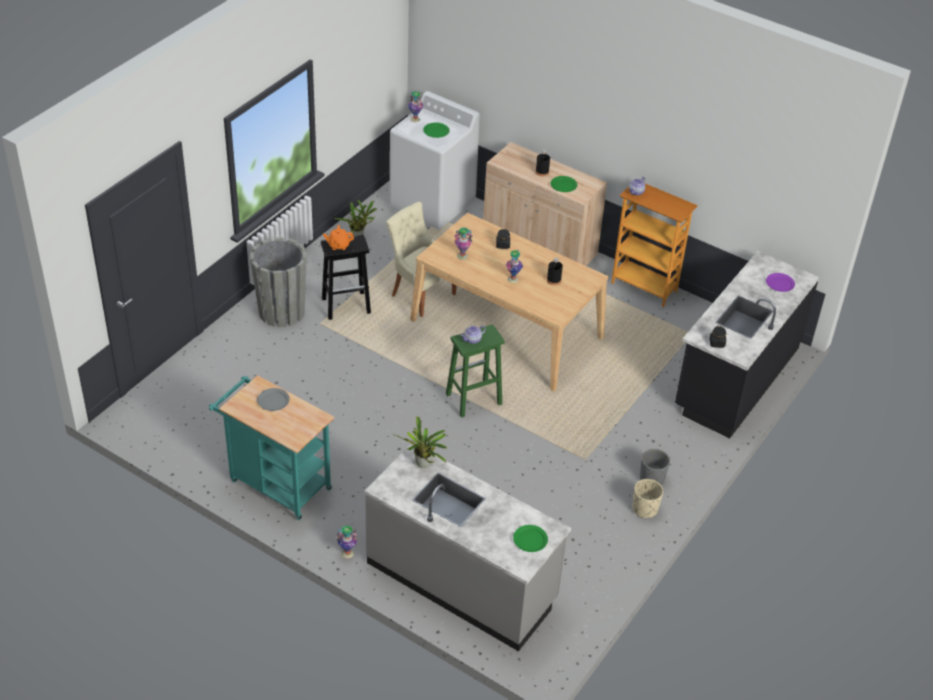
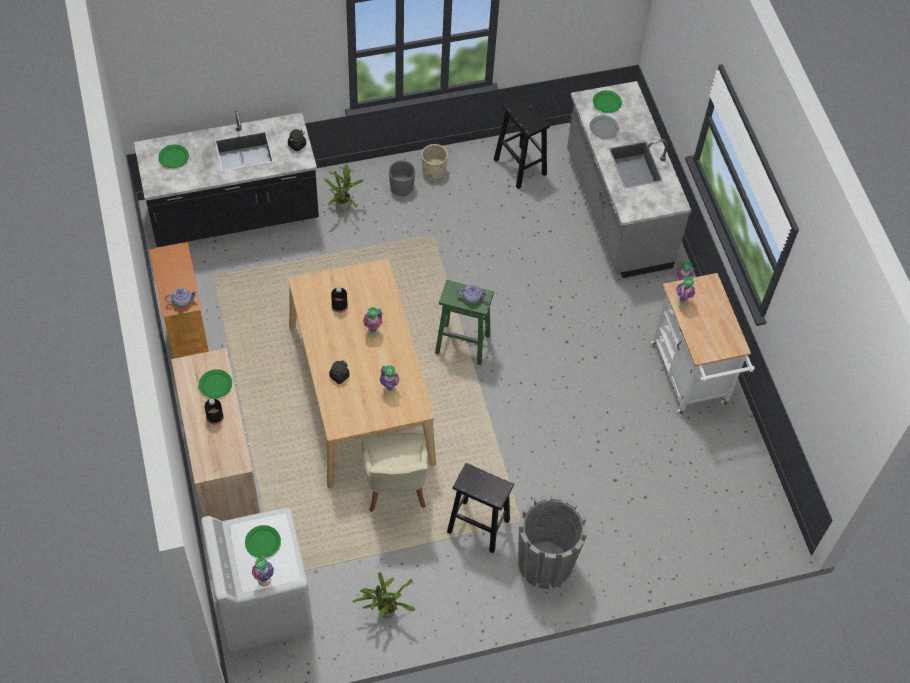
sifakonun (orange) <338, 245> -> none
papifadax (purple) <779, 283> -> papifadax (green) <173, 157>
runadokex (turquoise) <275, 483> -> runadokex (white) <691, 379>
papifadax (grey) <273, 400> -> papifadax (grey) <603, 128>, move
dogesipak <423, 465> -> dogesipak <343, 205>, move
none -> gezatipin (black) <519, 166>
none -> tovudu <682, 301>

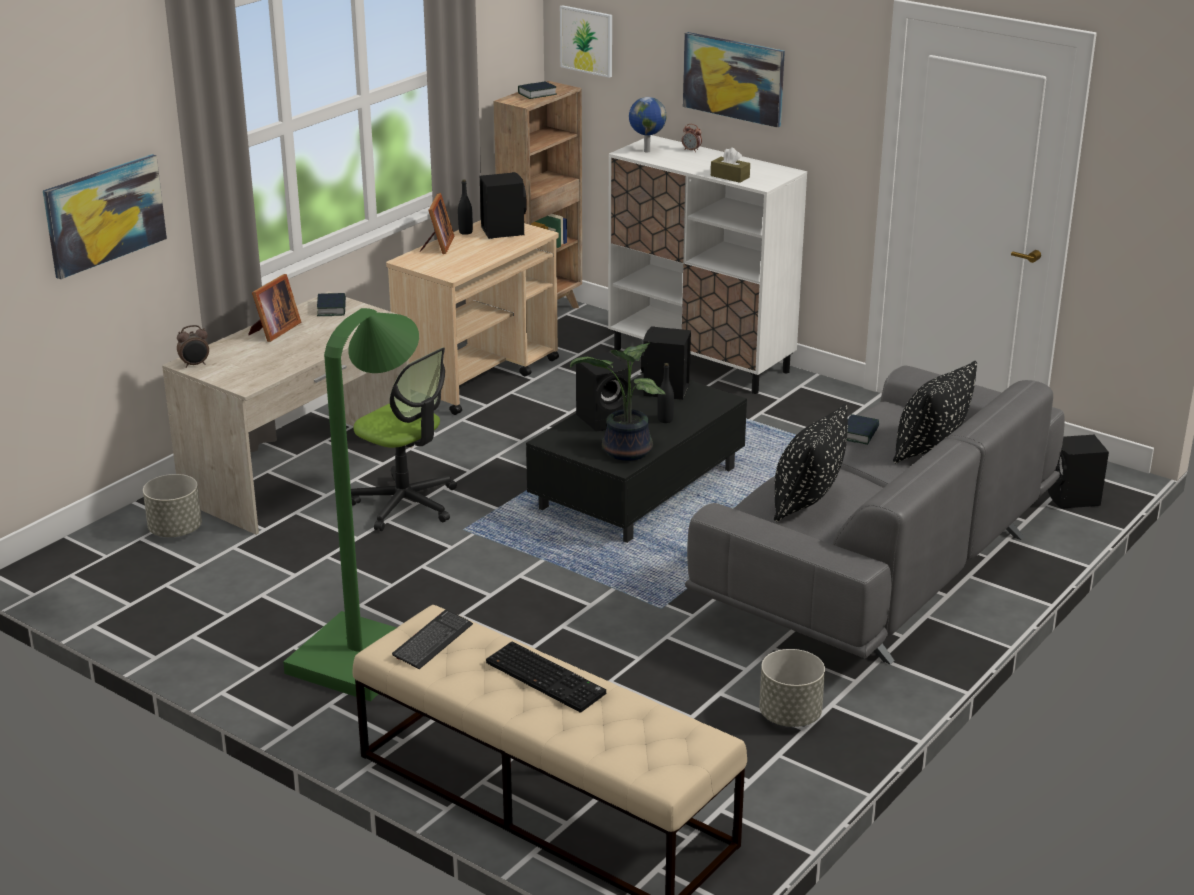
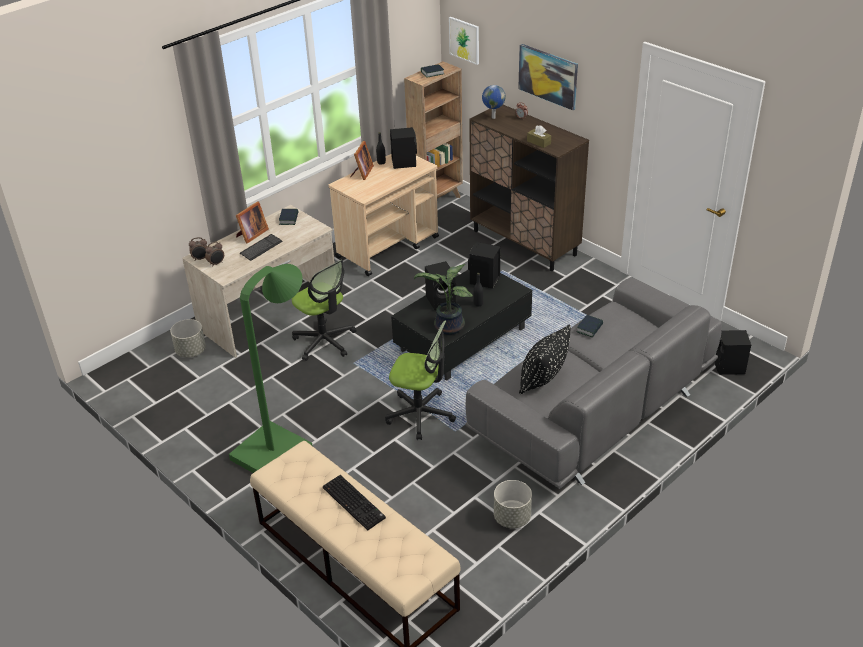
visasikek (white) <701, 360> -> visasikek (brown) <524, 243>
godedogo <104, 215> -> none
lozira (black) <929, 450> -> none
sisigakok <432, 641> -> sisigakok <261, 248>, move
none -> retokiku <216, 263>
none -> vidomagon <420, 414>

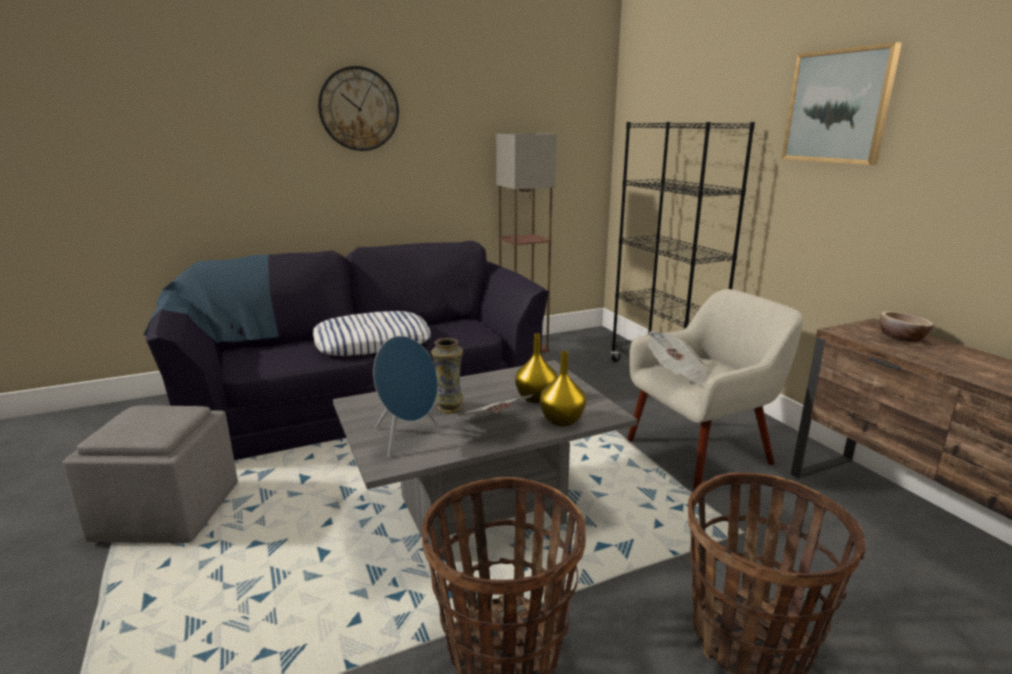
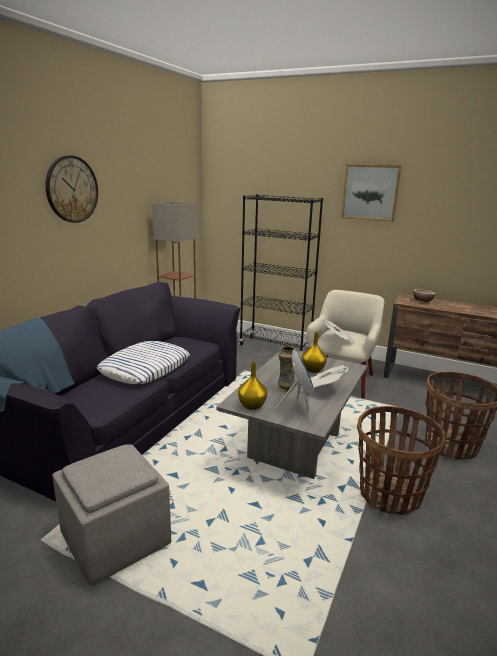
tovudu (yellow) <563, 420> -> tovudu (yellow) <252, 405>, move

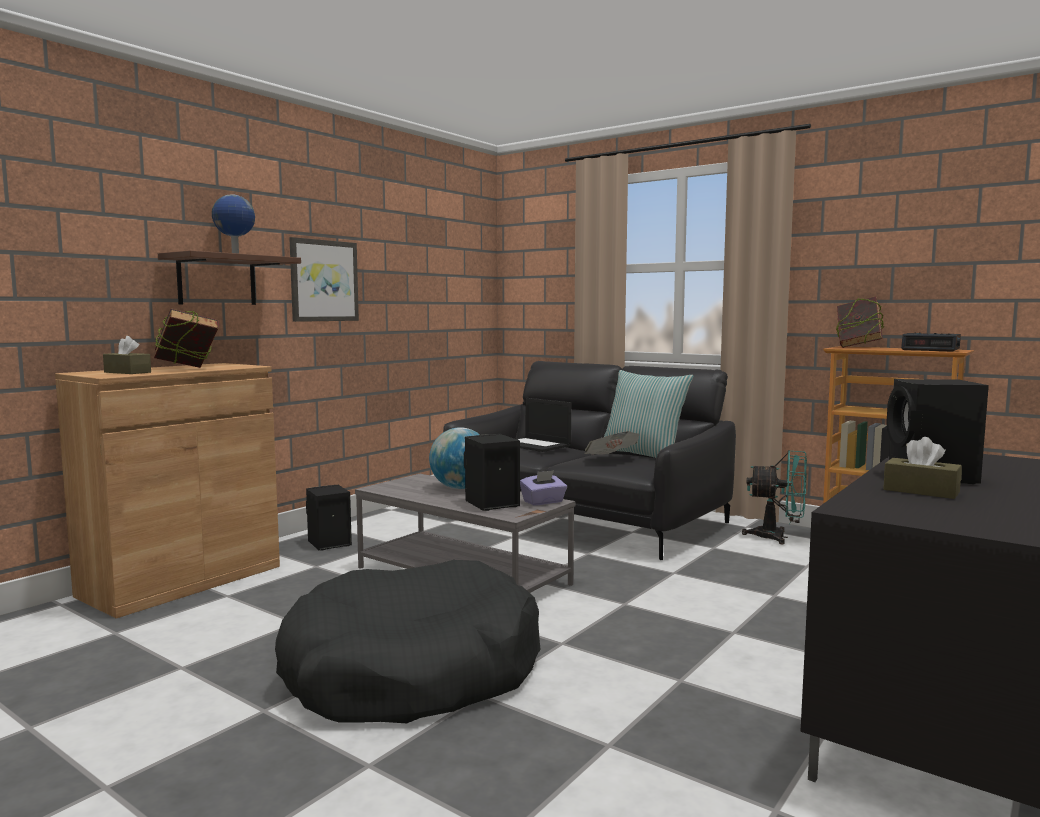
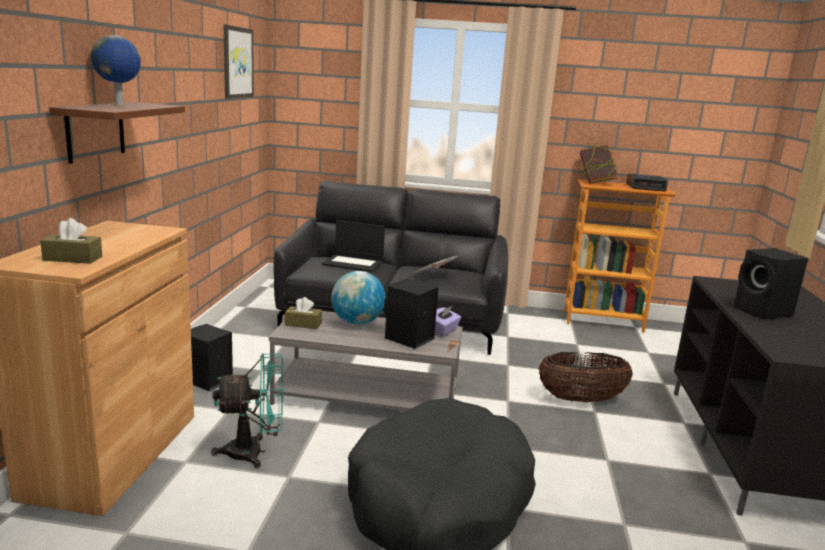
godedogo <323, 281> -> godedogo <237, 62>, move
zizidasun <187, 369> -> none
lozira <643, 454> -> none
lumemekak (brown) <921, 491> -> lumemekak (brown) <303, 324>, move
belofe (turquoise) <778, 537> -> belofe (turquoise) <254, 452>, move
none -> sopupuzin <580, 400>

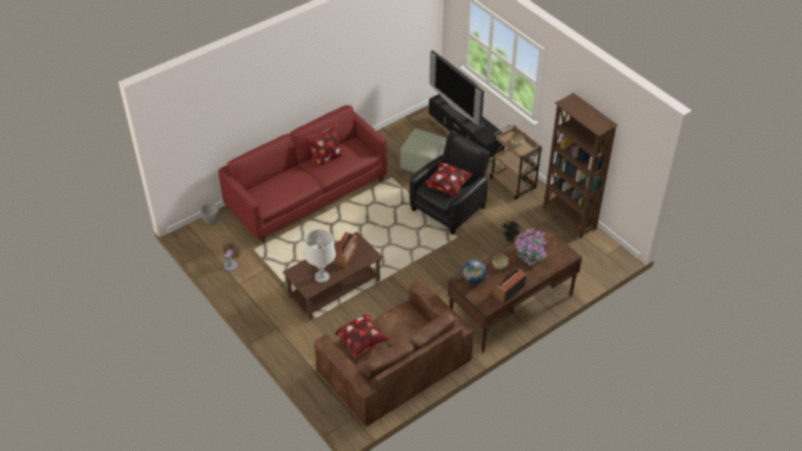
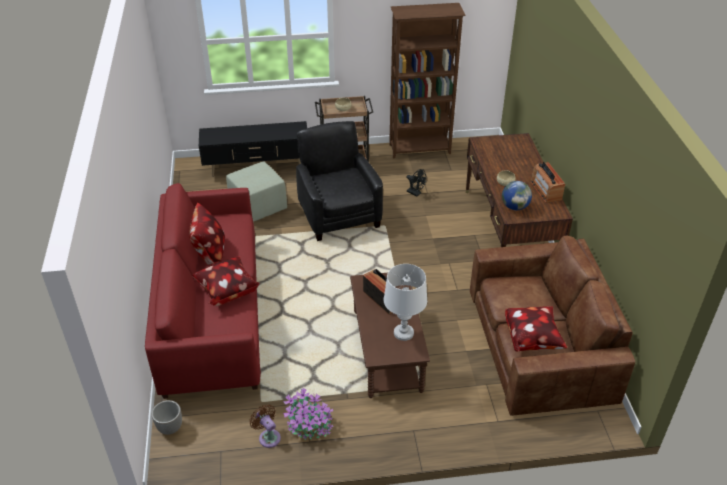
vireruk <460, 113> -> none
lozira <448, 185> -> lozira <226, 291>, move
dogesipak <530, 255> -> dogesipak <308, 426>, move

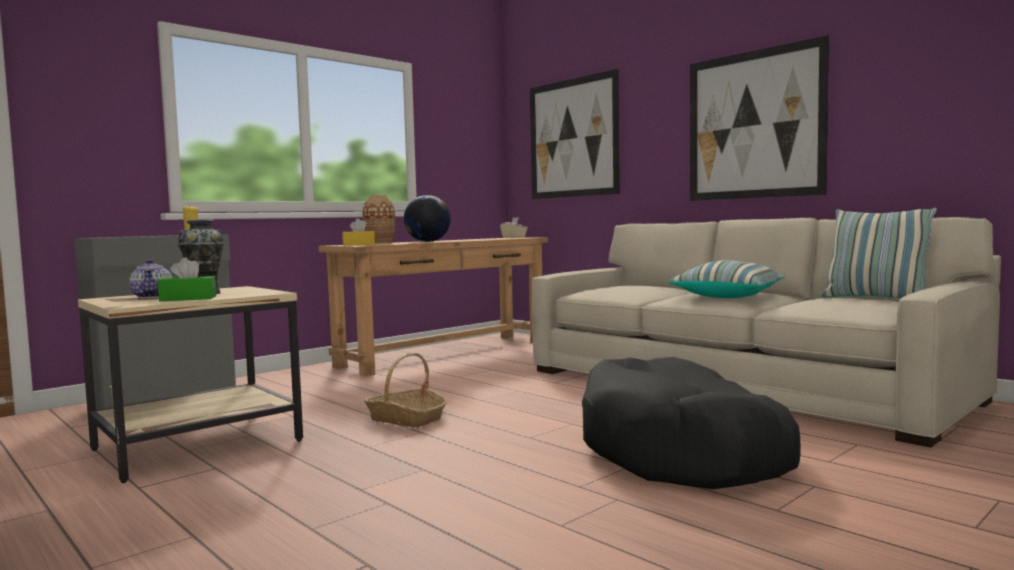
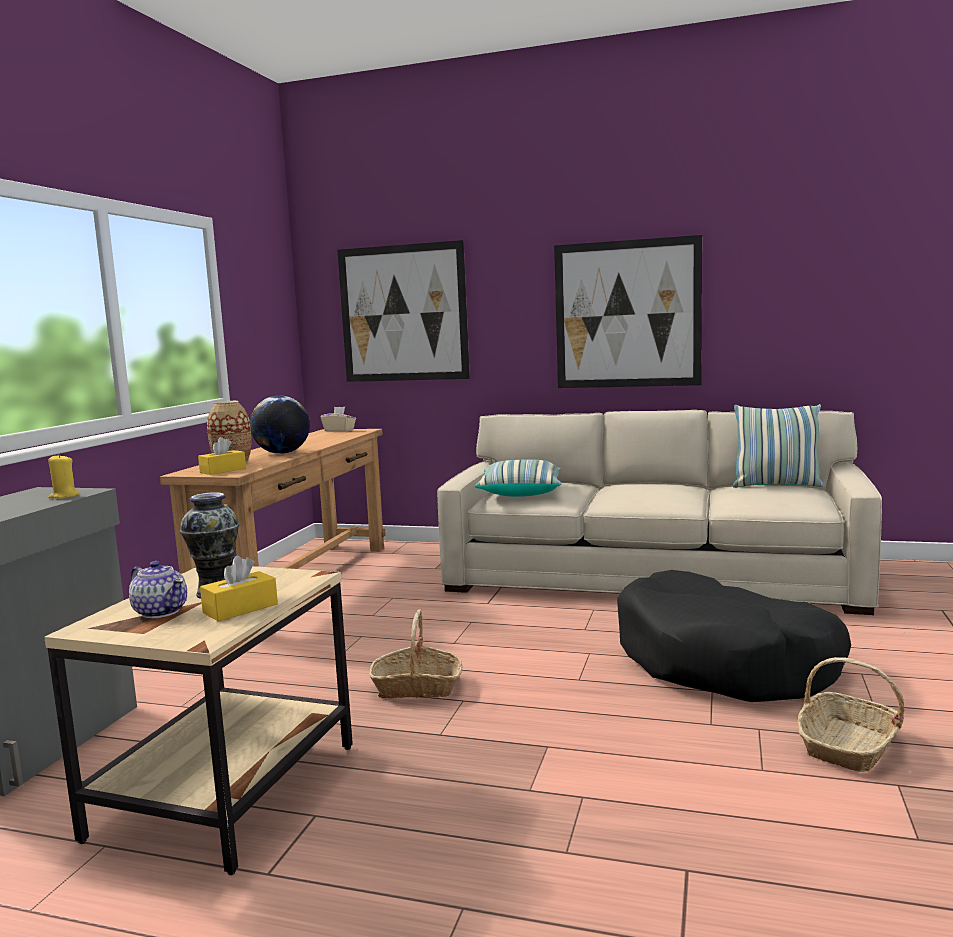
lumemekak (green) <188, 299> -> lumemekak (yellow) <240, 609>
lozira <727, 296> -> lozira <520, 492>, move
none -> sopupuzin <848, 746>

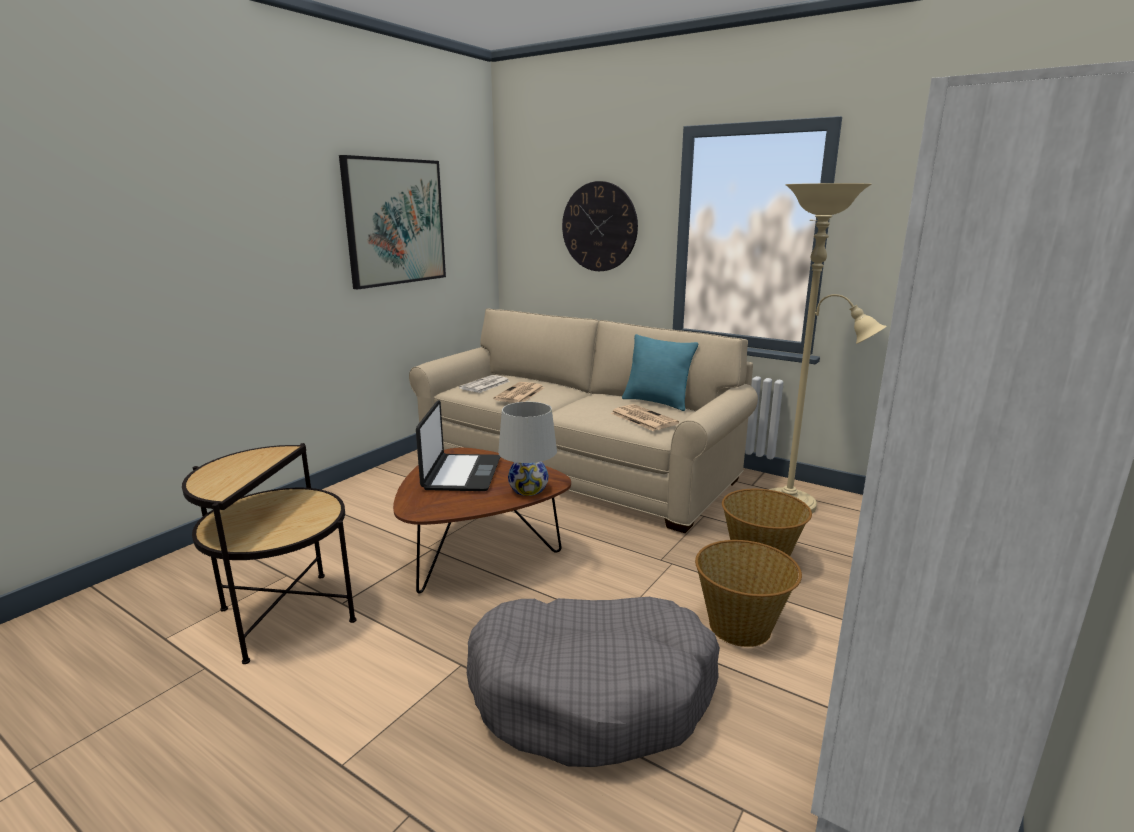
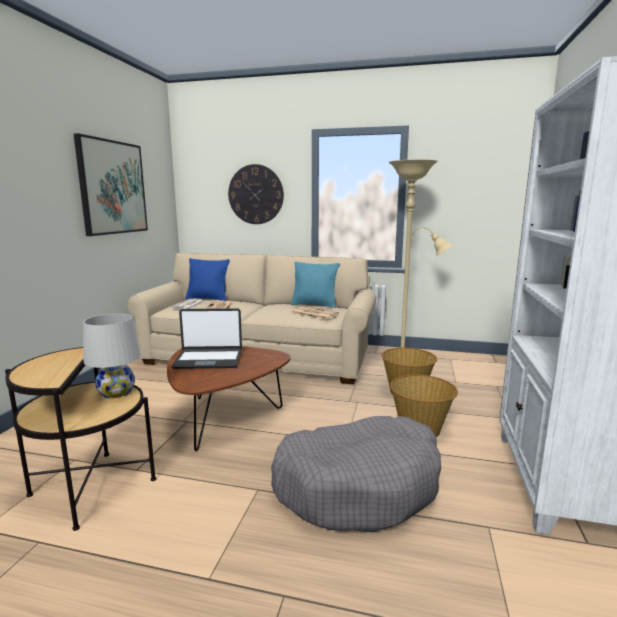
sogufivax <461, 474> -> sogufivax <208, 360>, 105 degrees clockwise
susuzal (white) <528, 489> -> susuzal (white) <116, 392>, move
none -> lozira (blue) <208, 299>

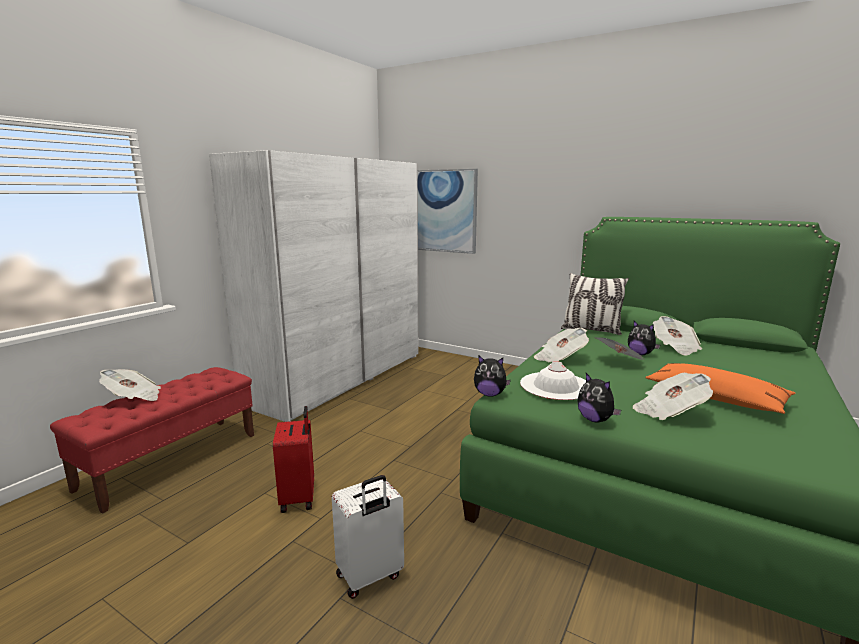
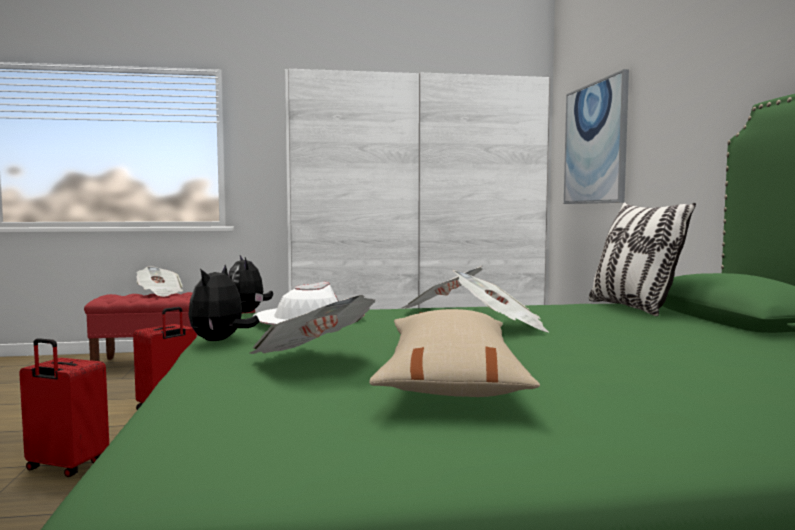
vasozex <675, 348> -> none
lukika <640, 354> -> none
lozira (orange) <715, 398> -> lozira (beige) <450, 377>
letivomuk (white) <370, 577> -> letivomuk (red) <65, 467>

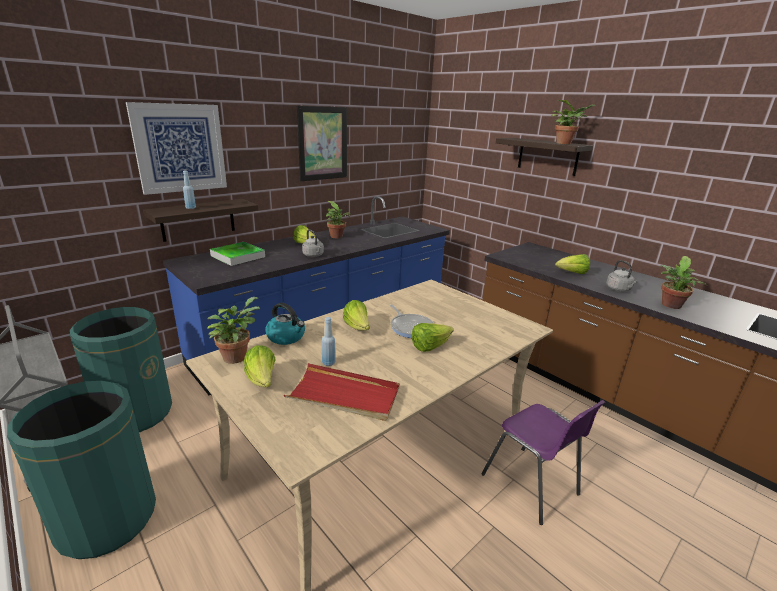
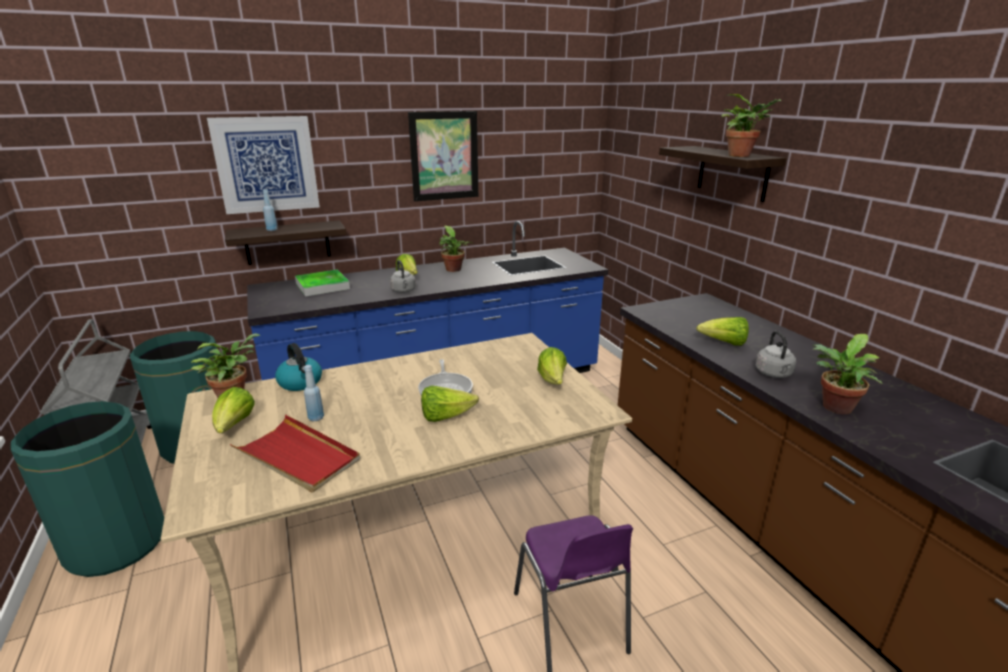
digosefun <357, 327> -> digosefun <552, 381>, move

